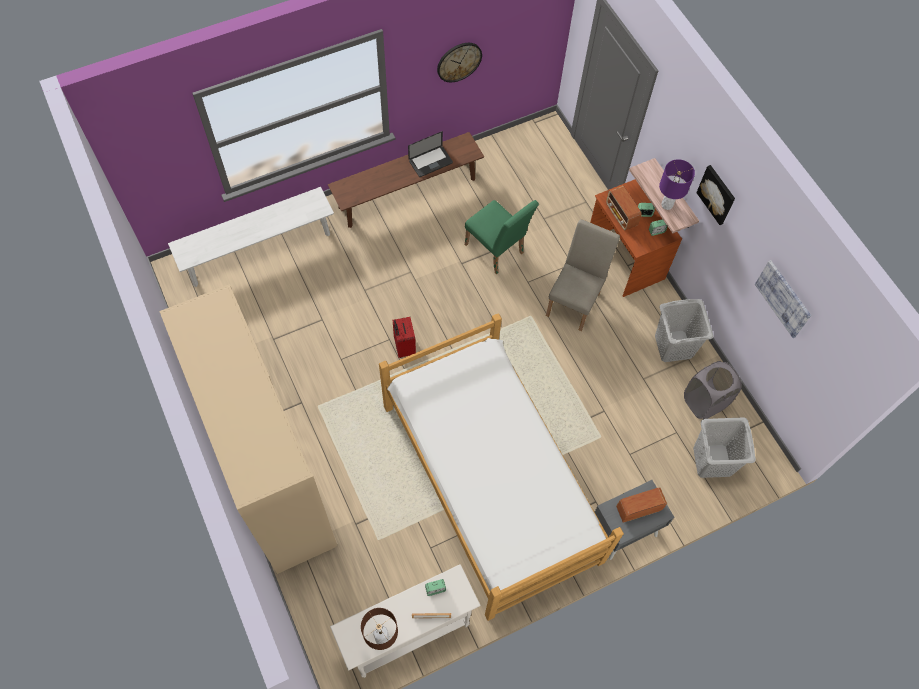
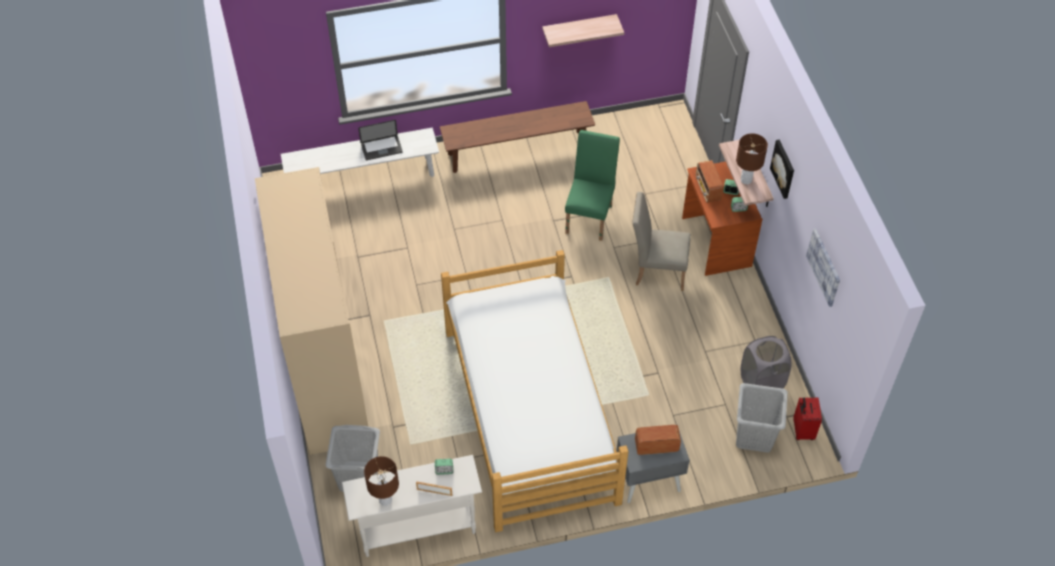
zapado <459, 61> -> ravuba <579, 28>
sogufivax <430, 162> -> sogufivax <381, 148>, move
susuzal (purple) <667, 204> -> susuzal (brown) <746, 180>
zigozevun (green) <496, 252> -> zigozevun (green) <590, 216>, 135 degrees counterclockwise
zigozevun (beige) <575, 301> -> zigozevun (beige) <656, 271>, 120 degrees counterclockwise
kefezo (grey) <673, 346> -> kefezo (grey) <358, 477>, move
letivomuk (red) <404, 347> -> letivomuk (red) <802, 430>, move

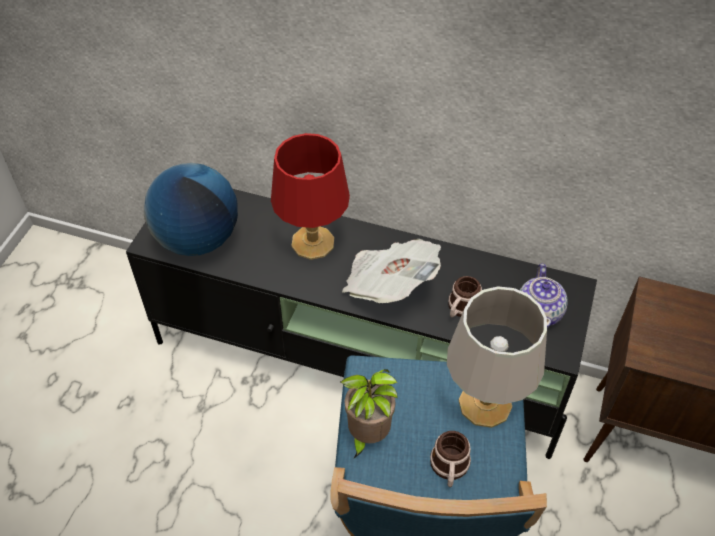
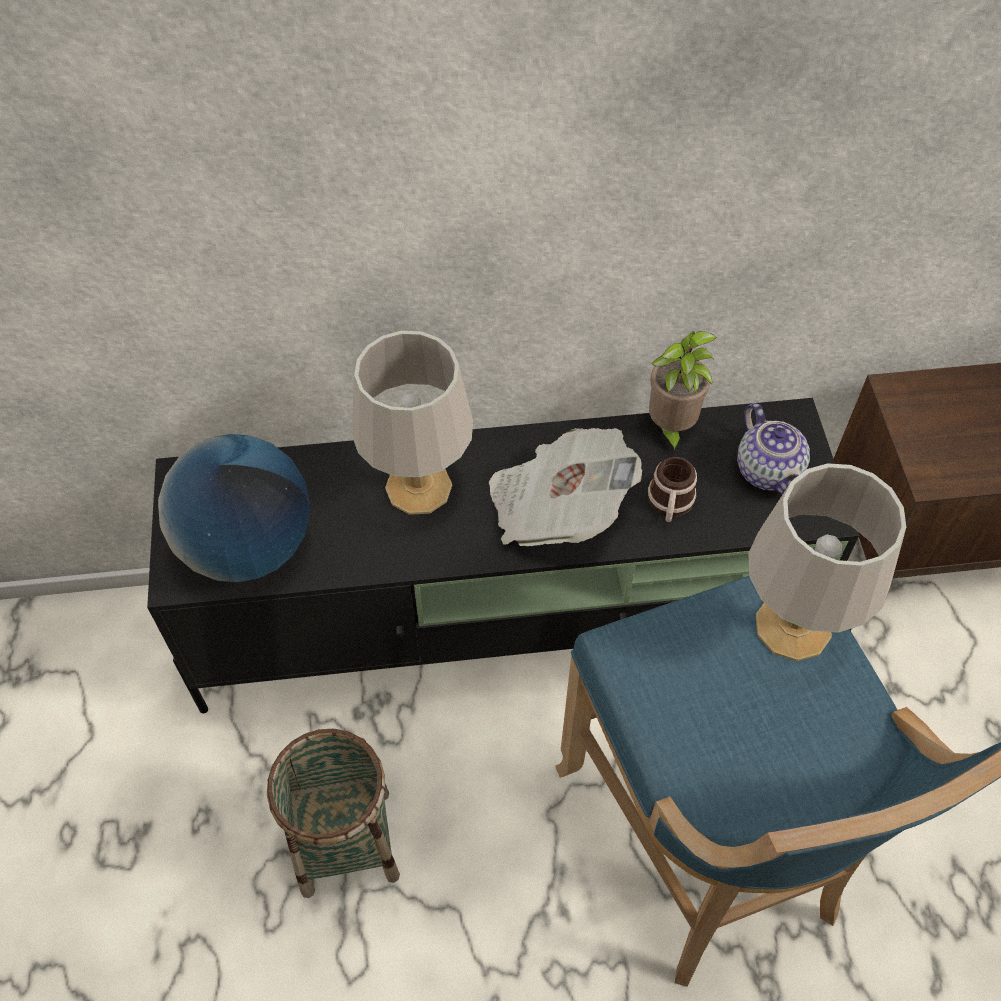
susuzal (red) <311, 242> -> susuzal (grey) <417, 488>
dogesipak <367, 435> -> dogesipak <670, 428>, move
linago <449, 468> -> none
none -> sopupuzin <345, 842>

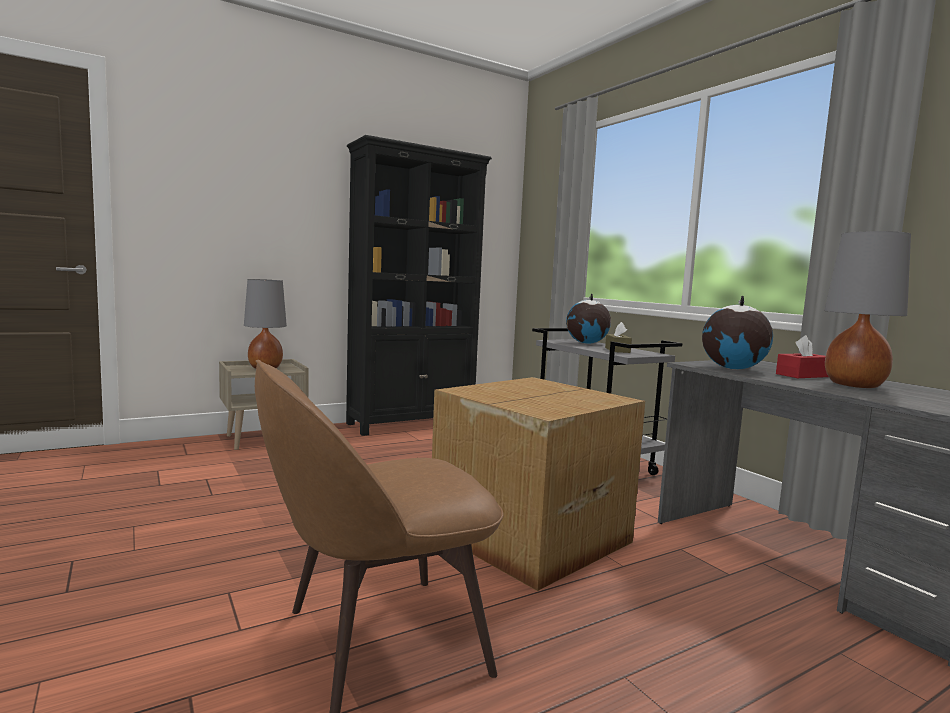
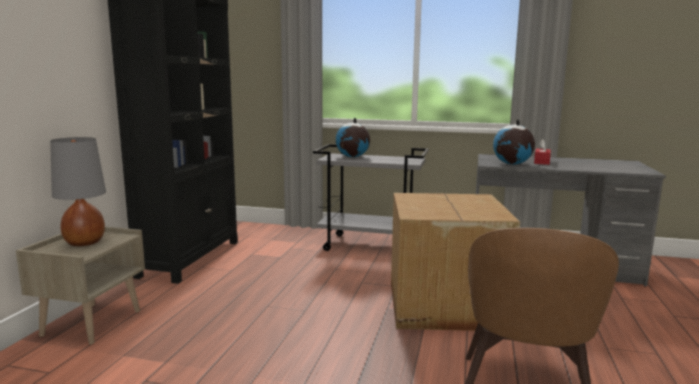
susuzal (grey) <854, 385> -> none
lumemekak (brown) <617, 350> -> none

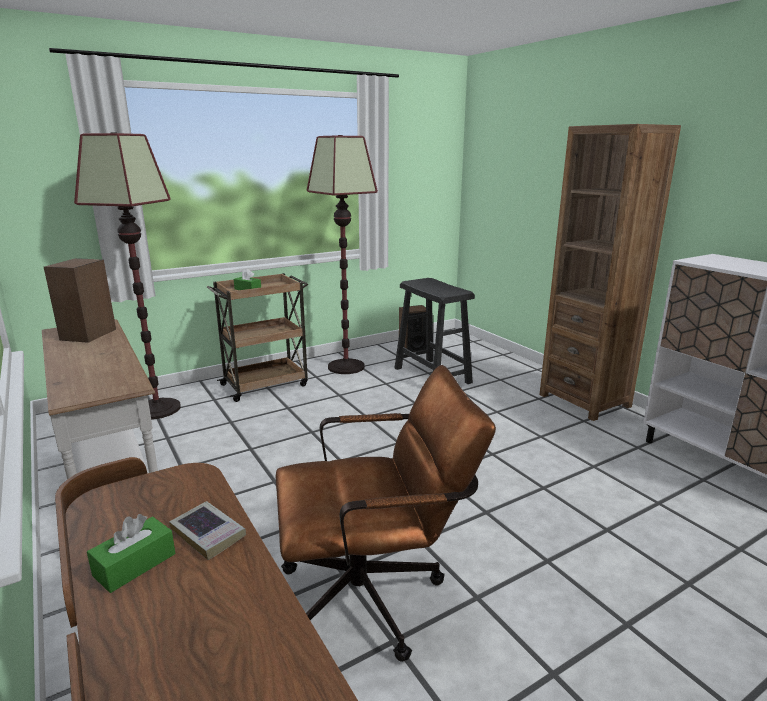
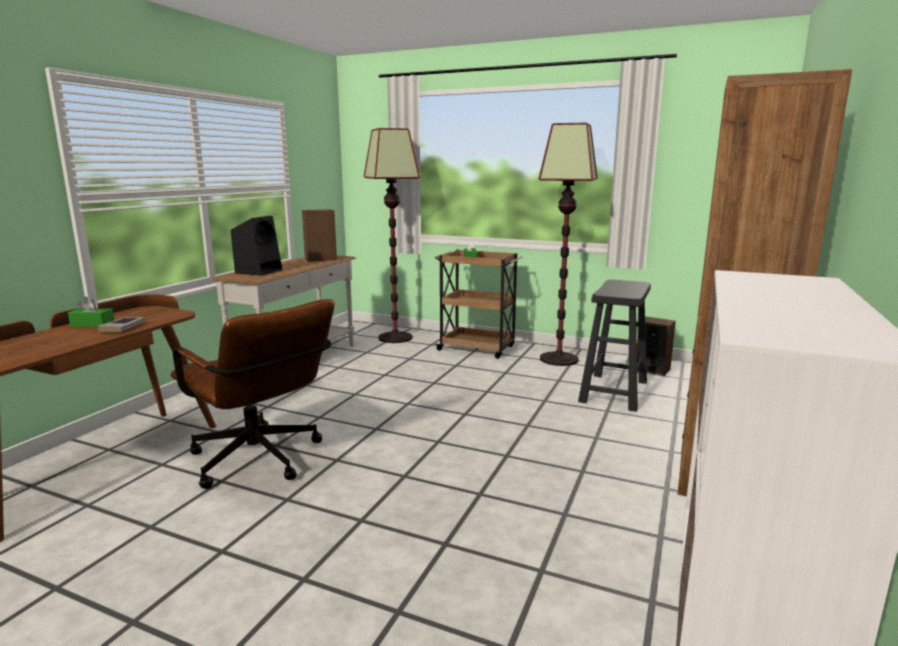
none -> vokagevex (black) <259, 271>

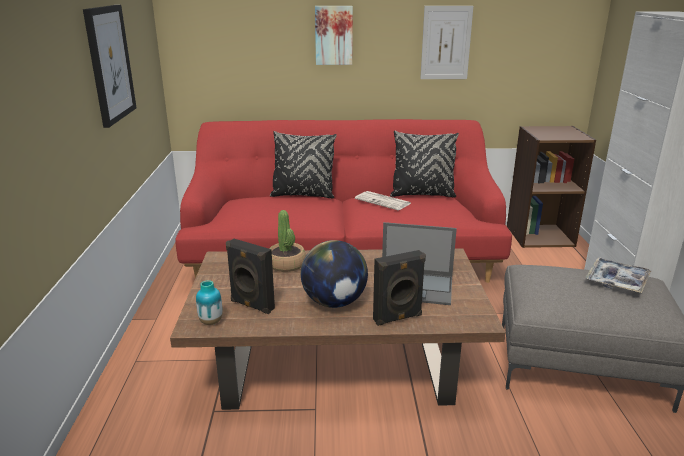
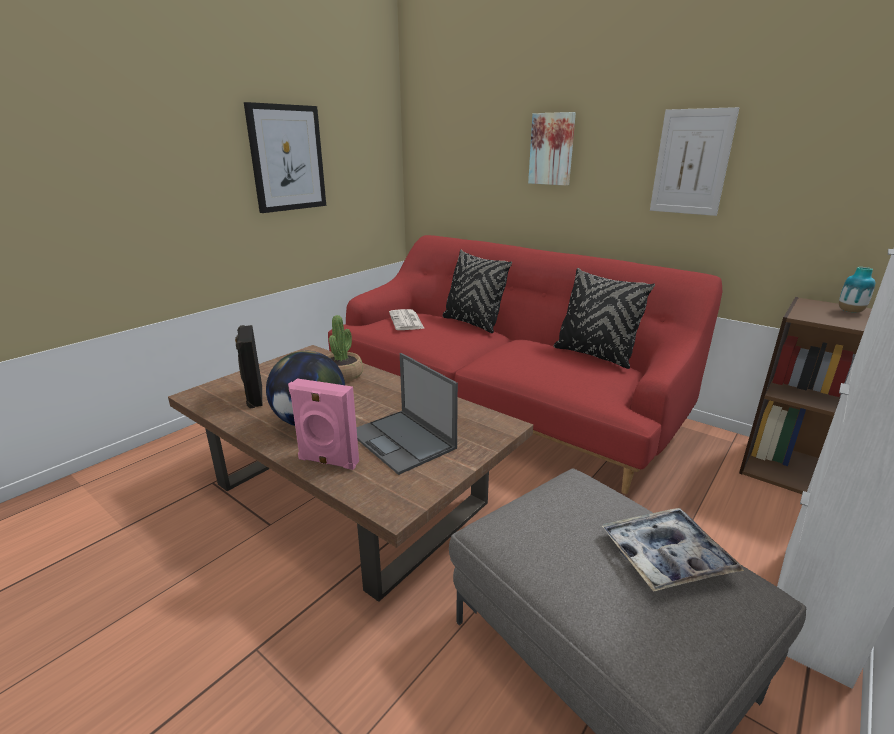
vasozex <383, 201> -> vasozex <406, 321>, move
vokagevex (black) <398, 318> -> vokagevex (pink) <327, 462>
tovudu <211, 322> -> tovudu <850, 311>, move

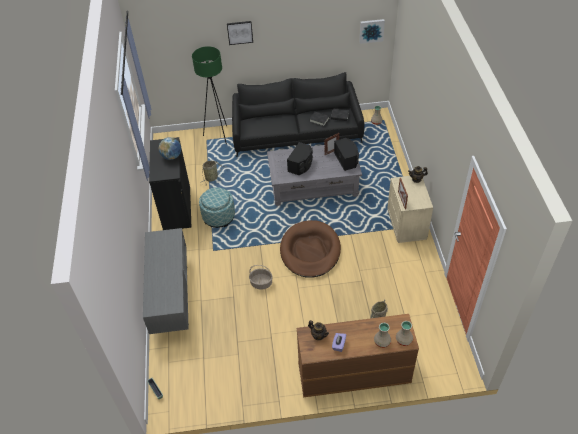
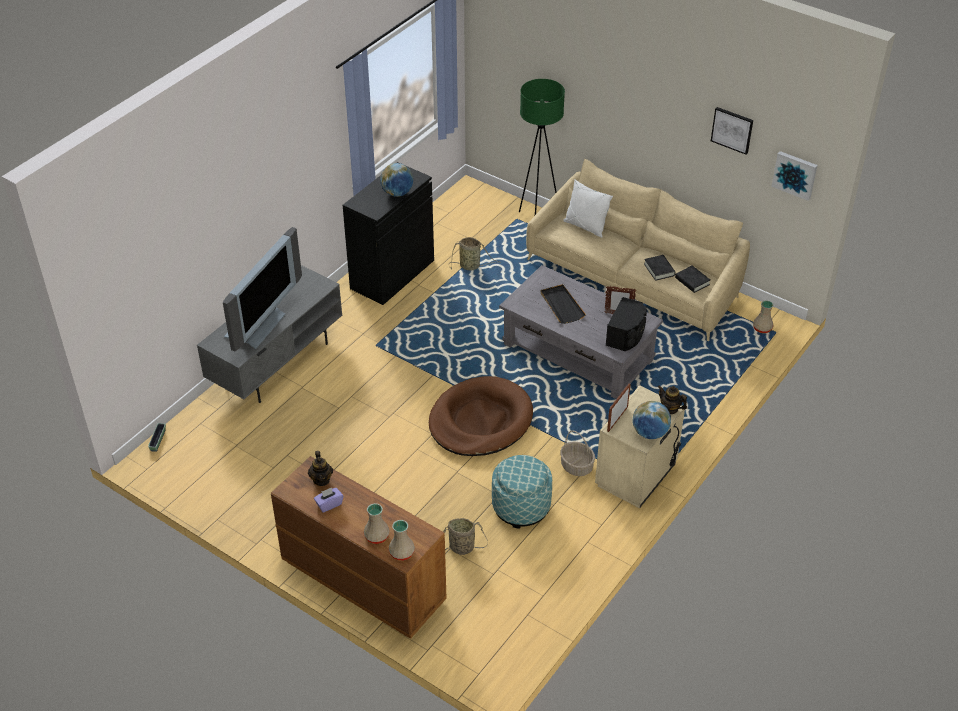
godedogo <240, 32> -> godedogo <732, 130>, move
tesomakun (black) <296, 134> -> tesomakun (beige) <635, 279>
vokagevex (black) <301, 165> -> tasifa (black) <561, 305>
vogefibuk <218, 216> -> vogefibuk <521, 506>, move
sopupuzin <261, 283> -> sopupuzin <576, 466>, move
none -> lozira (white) <585, 226>
none -> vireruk <259, 327>
none -> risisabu <650, 433>

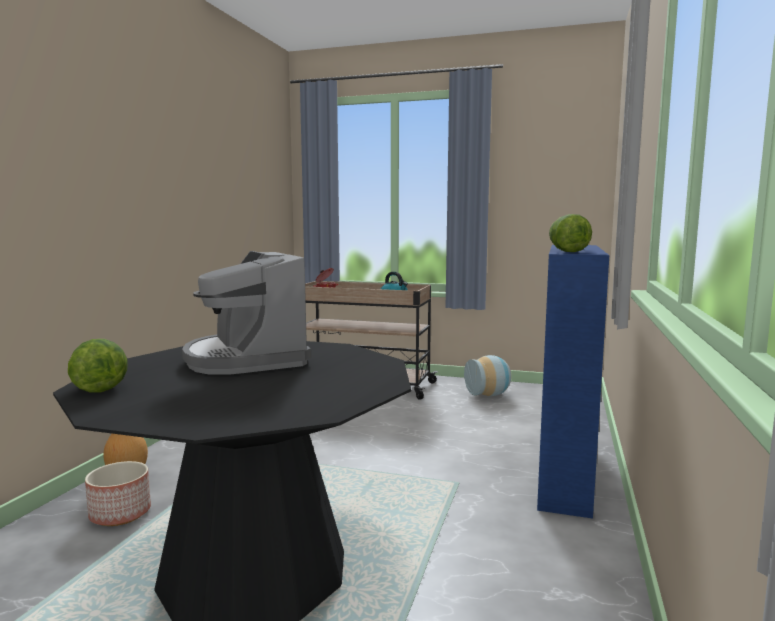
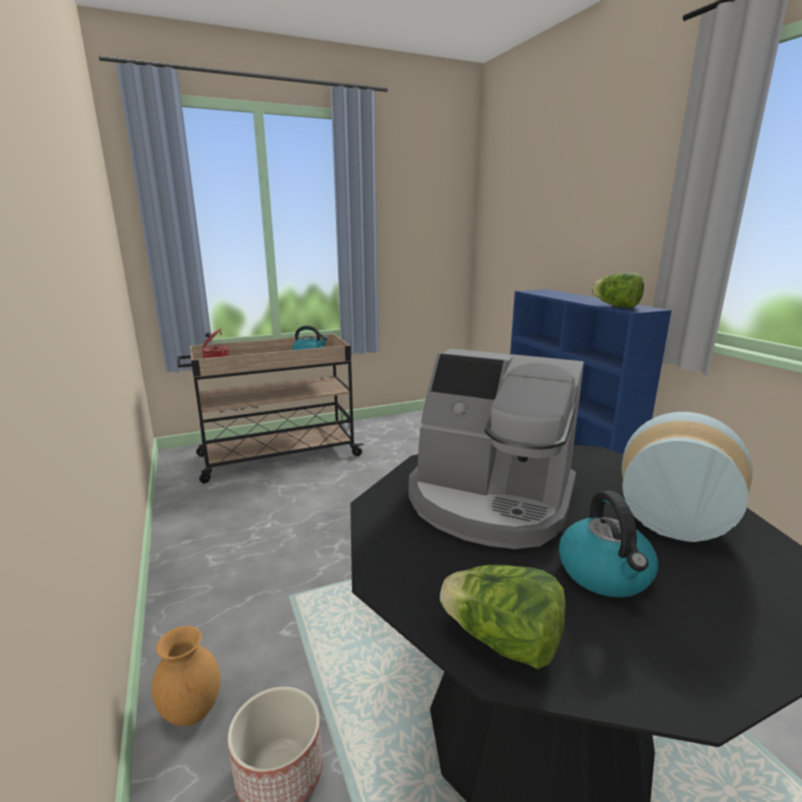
tovudu <489, 395> -> tovudu <673, 517>, move
none -> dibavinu <605, 574>

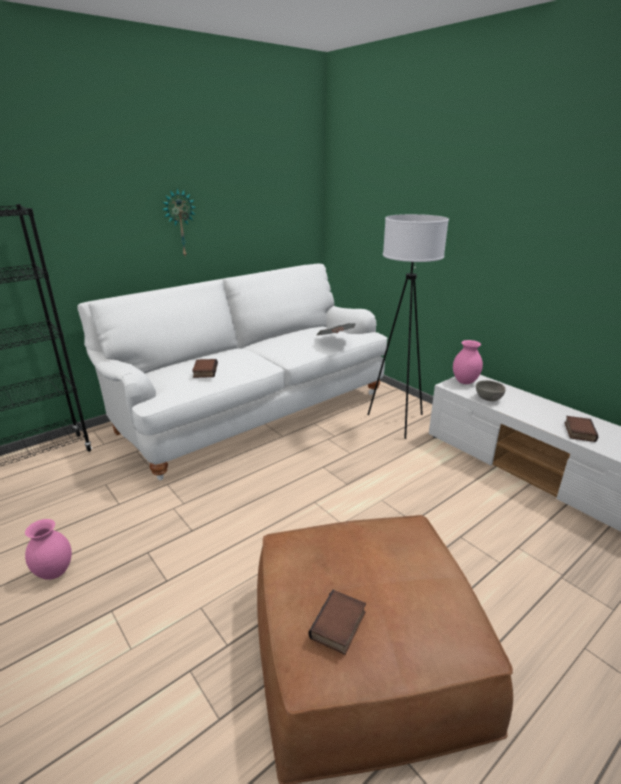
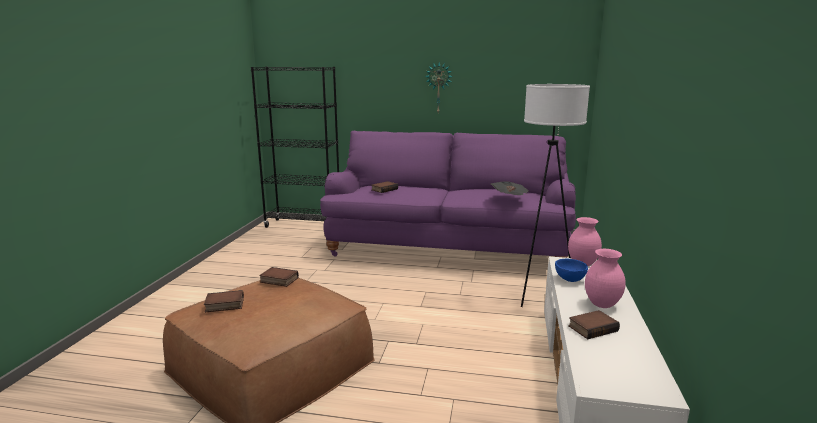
tesomakun (white) <251, 410> -> tesomakun (purple) <447, 247>
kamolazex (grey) <488, 399> -> kamolazex (blue) <569, 279>
tovudu (pink) <55, 572> -> tovudu (pink) <602, 304>, move
none -> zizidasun <278, 280>

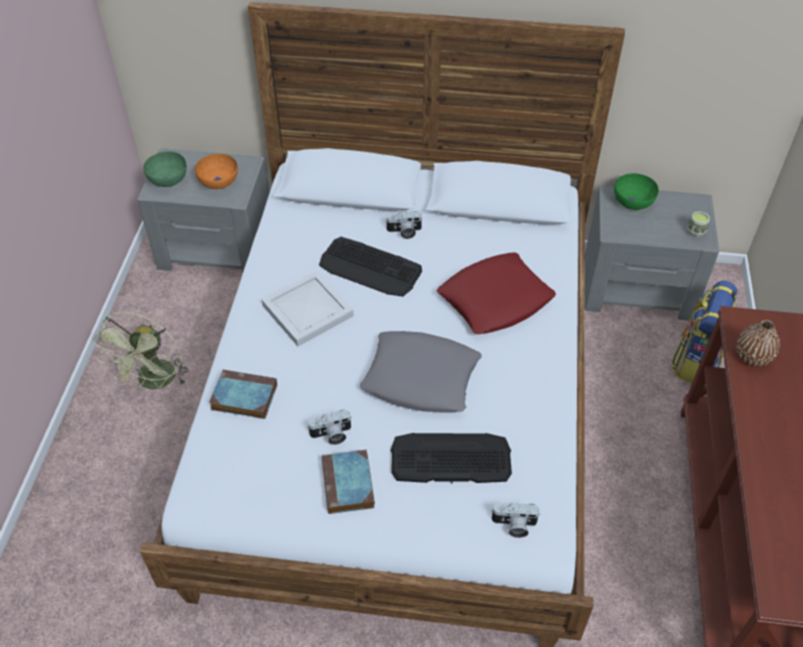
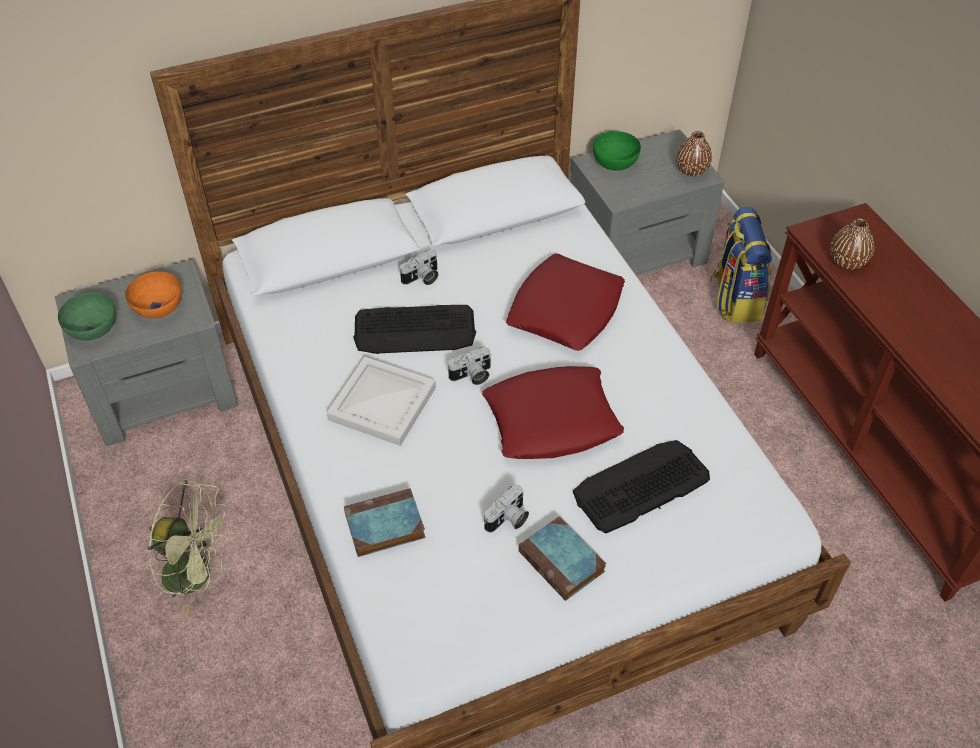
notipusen <695, 232> -> tovudu (brown) <691, 170>
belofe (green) <154, 382> -> belofe (green) <198, 574>, 60 degrees counterclockwise
lozira (grey) <421, 378> -> lozira (red) <552, 420>
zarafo <514, 525> -> zarafo <472, 376>, move

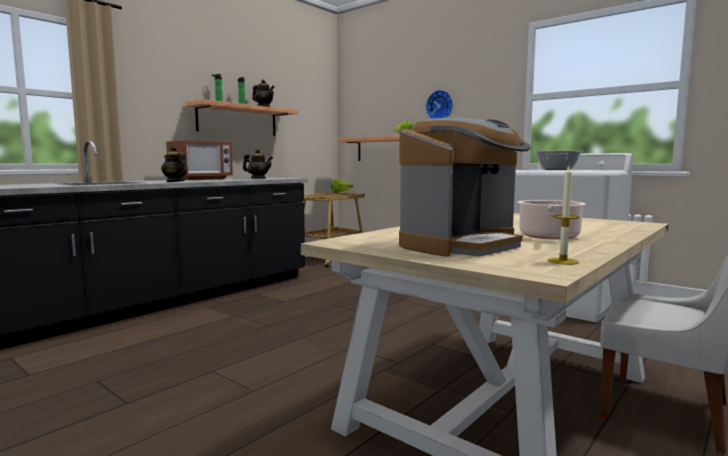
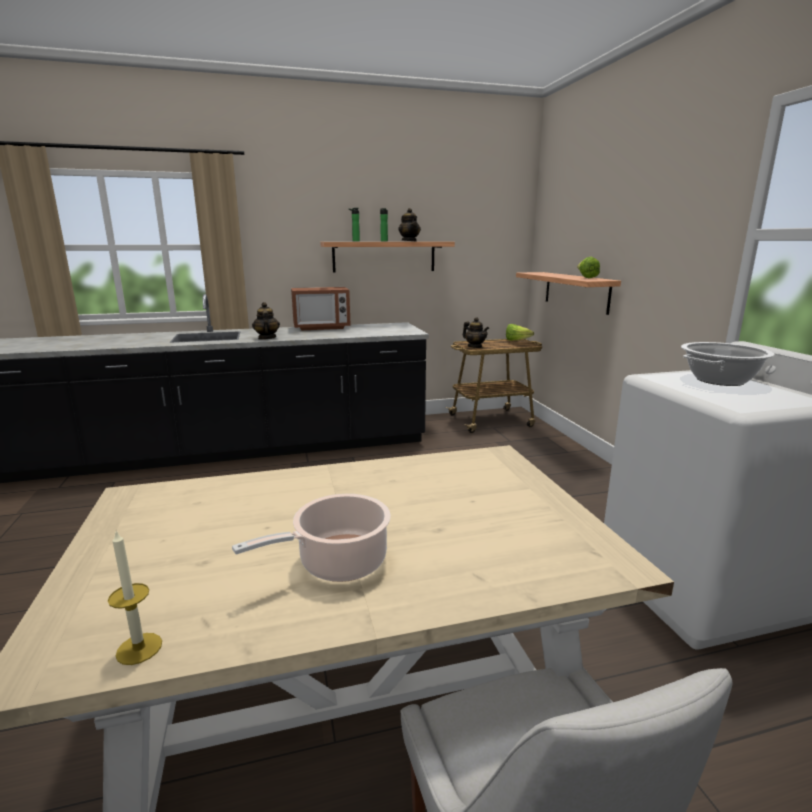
zapado <440, 106> -> none
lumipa <460, 246> -> none
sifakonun <258, 178> -> sifakonun <475, 347>, move

